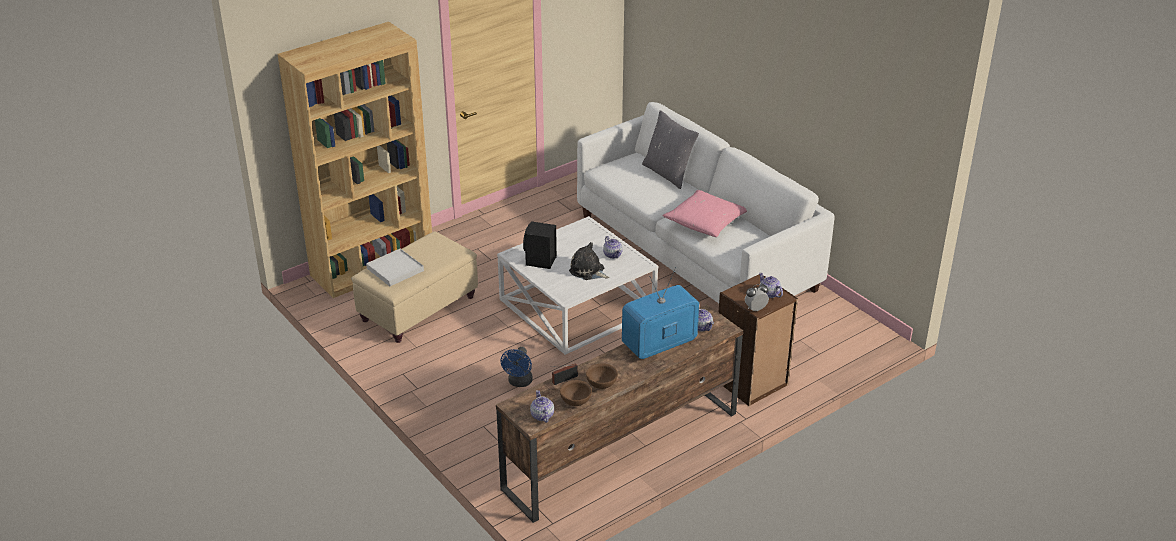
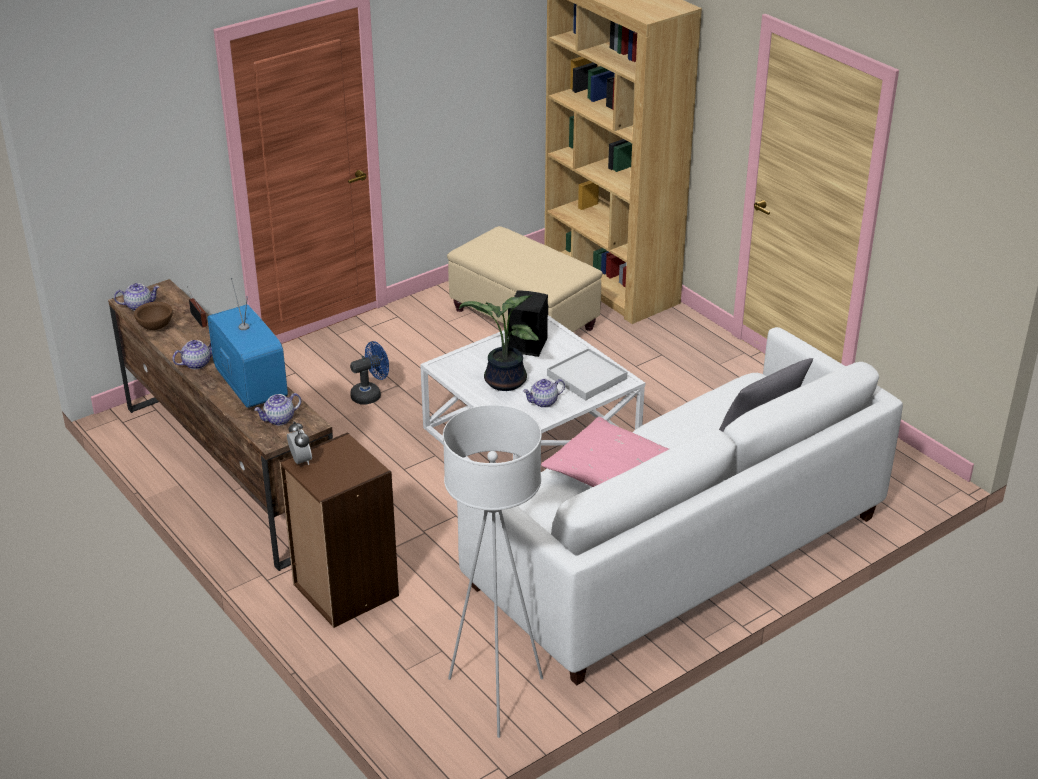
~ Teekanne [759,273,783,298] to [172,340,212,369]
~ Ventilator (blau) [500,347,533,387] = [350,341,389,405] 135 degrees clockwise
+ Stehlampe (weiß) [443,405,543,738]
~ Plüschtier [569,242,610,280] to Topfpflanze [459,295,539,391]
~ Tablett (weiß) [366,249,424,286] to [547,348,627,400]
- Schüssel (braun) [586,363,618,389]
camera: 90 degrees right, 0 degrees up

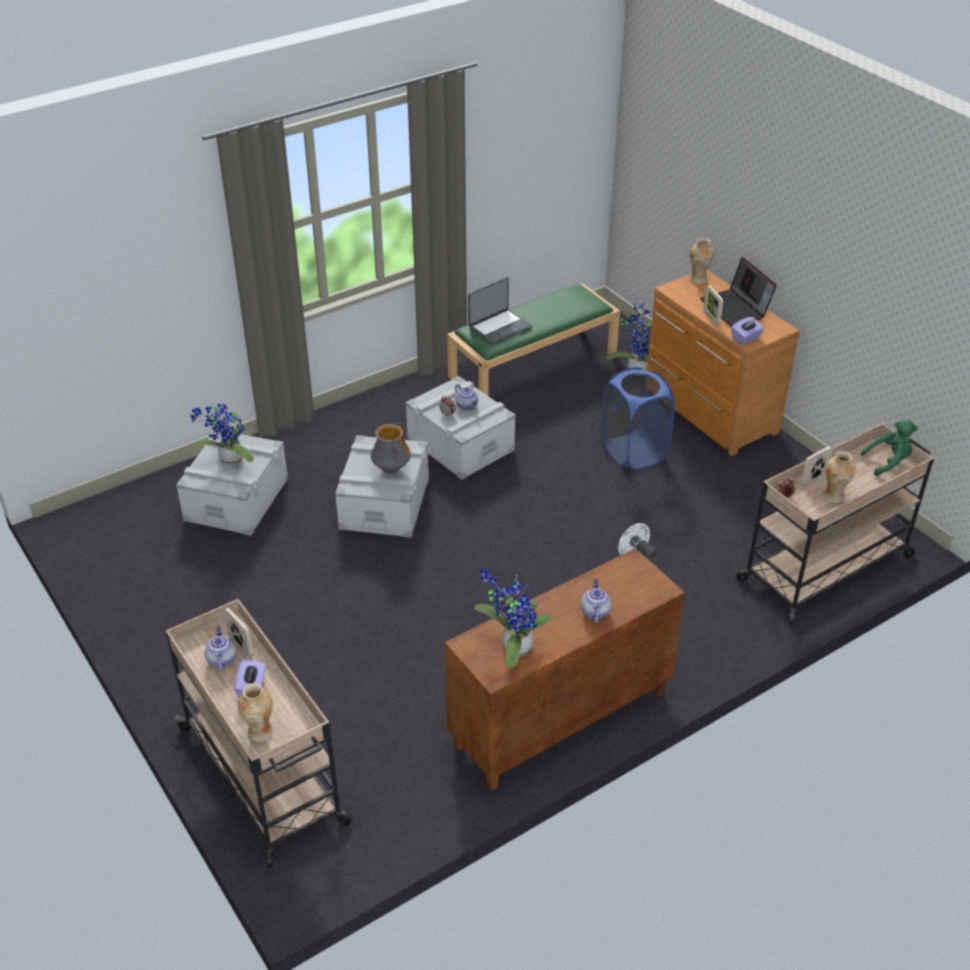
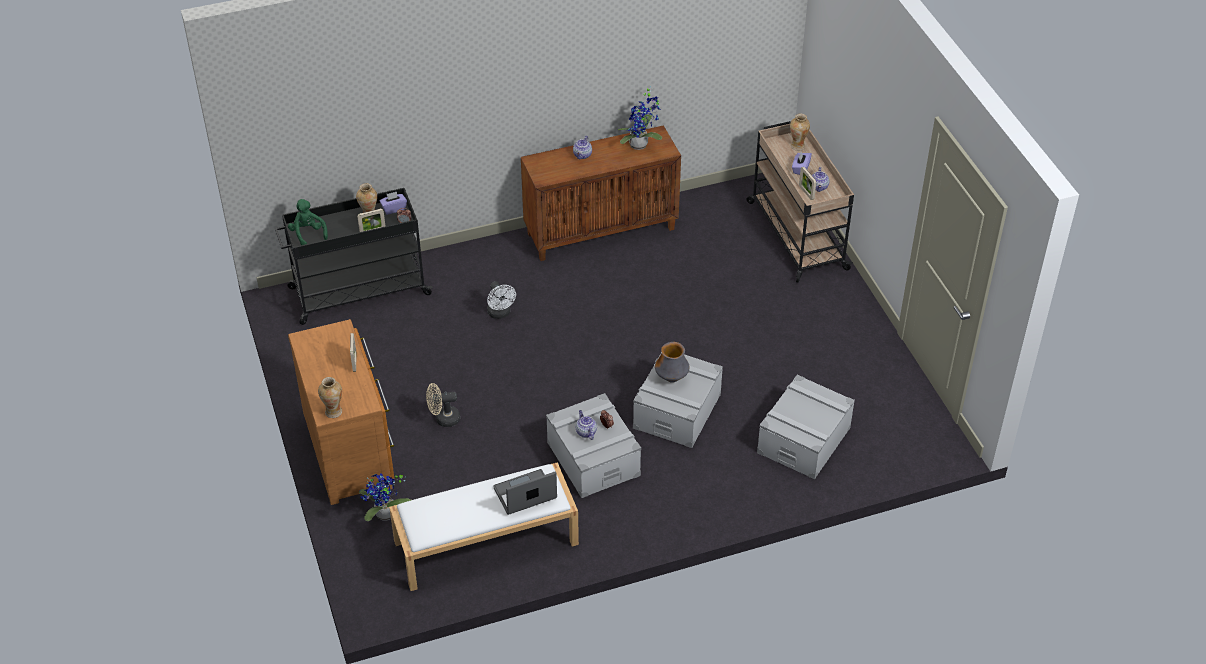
~ Rollwagen (beige) [735,423,934,625] to Rollwagen (schwarz) [275,188,433,325]
~ Plüschtier (grün) [860,420,918,476] = [288,199,328,245] 60 degrees clockwise
~ Taschentuchbox (lila) [731,317,764,345] to [379,192,407,215]
~ Bank (grün) [447,283,620,396] to Bank (weiß) [389,462,579,591]
~ Wäschekorb (blau) [601,367,675,470] to Ventilator (beige) [426,383,460,427]
- Topfpflanze [190,402,254,465]
- Laptop [700,257,777,327]
camera: 165 degrees left, 5 degrees up

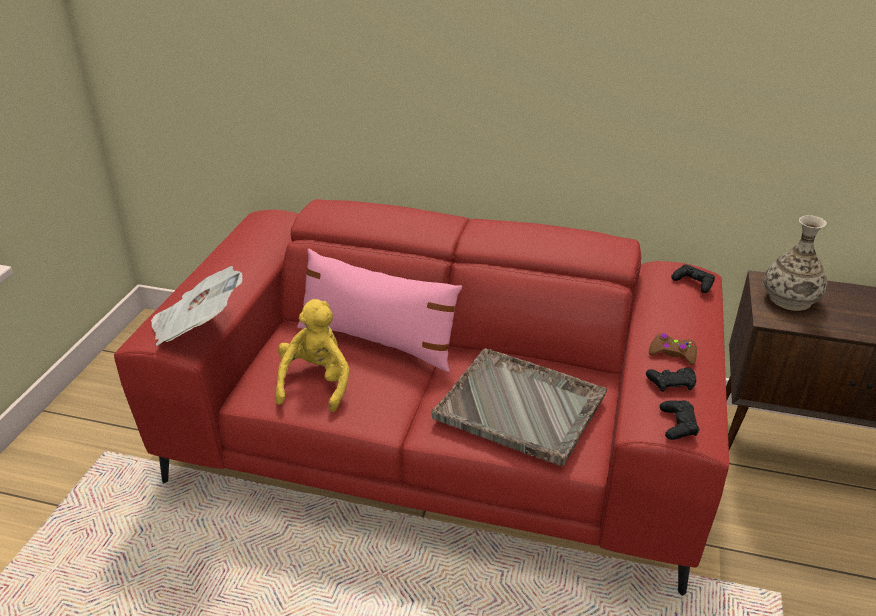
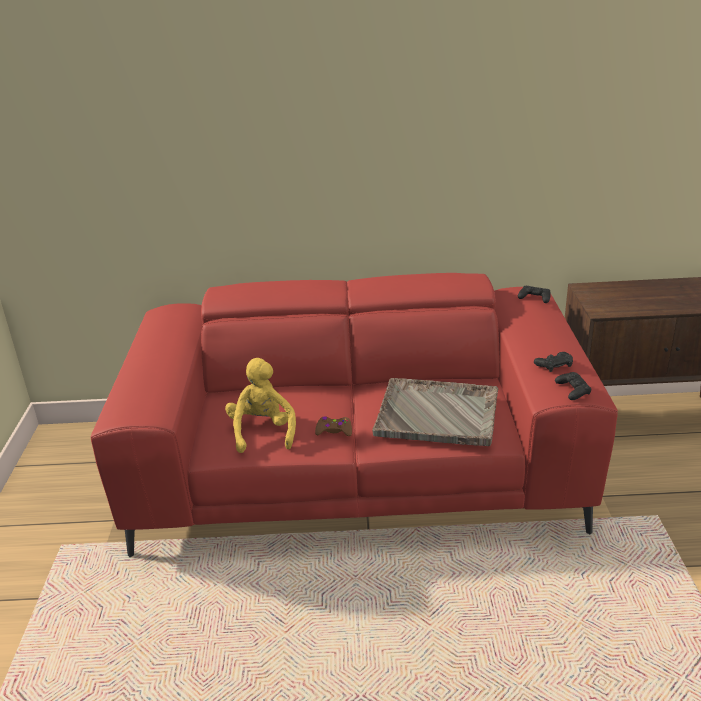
~ Gamepad (braun) [649,333,697,365] to [315,416,352,436]
- Zeitung [151,266,243,346]
- Kissen (rosa) [297,249,462,372]
- Vase [764,215,827,311]
camera: 15 degrees left, 5 degrees down

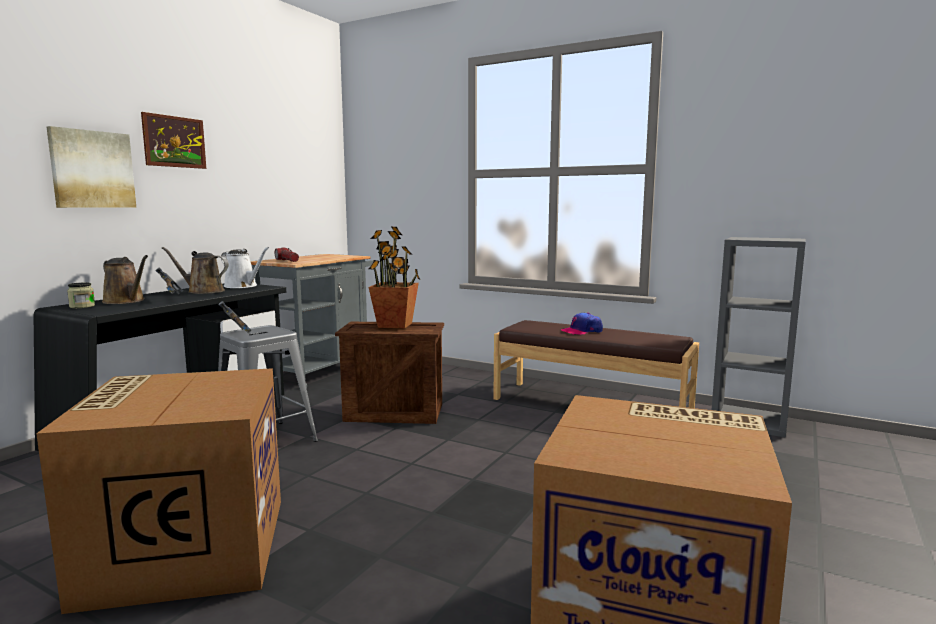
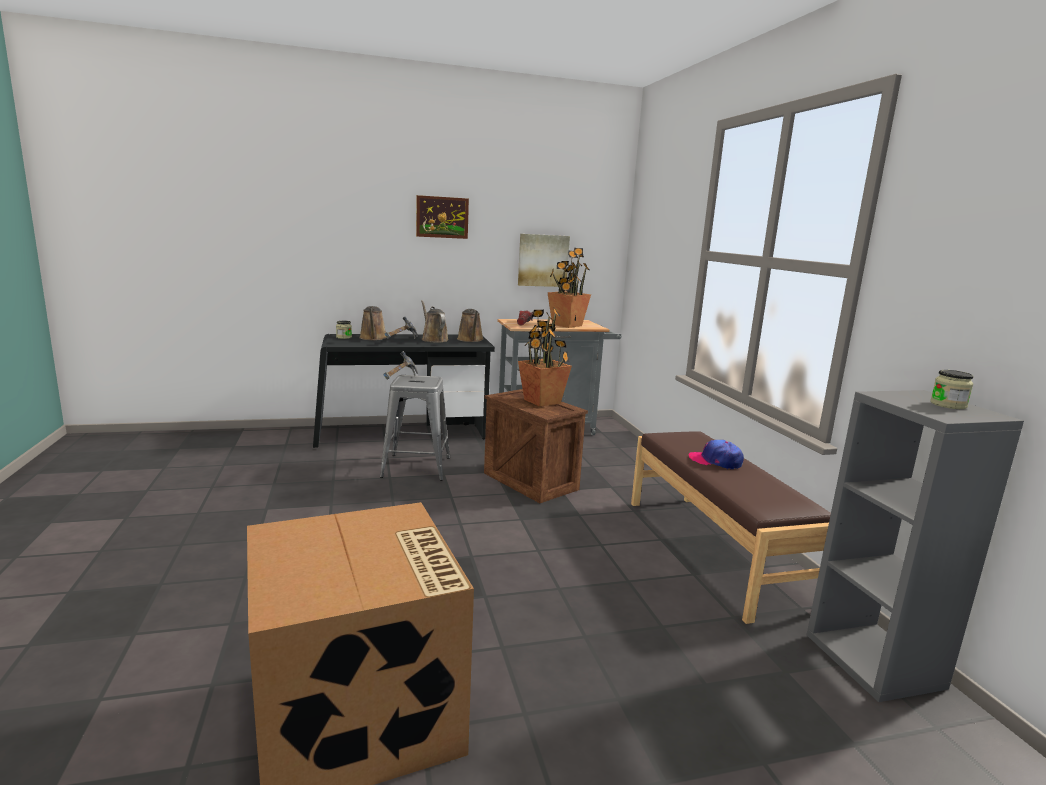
~ Gießkanne (weiß) [221,247,269,288] to Gießkanne (braun) [457,309,484,342]
~ Bild [47,126,136,208] to [518,234,570,287]
+ Topfpflanze [547,248,591,328]
+ Vorratsglas [930,370,974,409]
- Karton [36,368,281,614]
camera: 45 degrees right, 5 degrees up

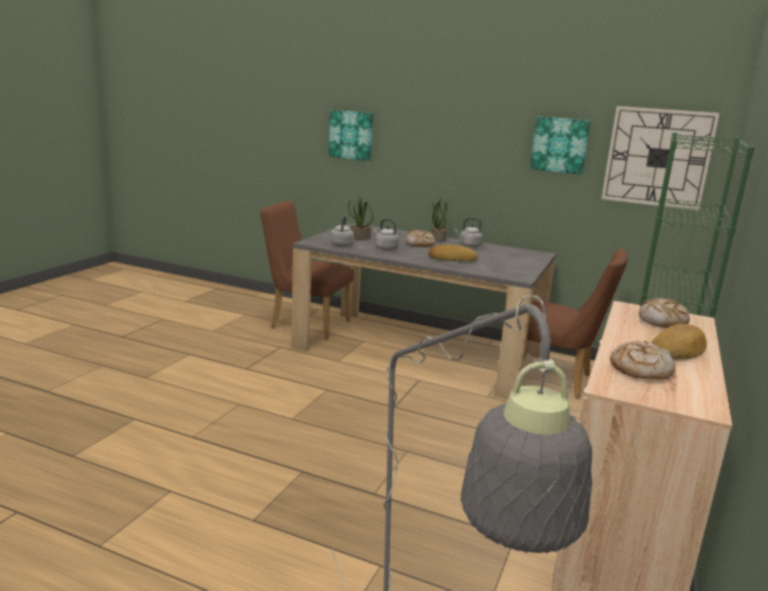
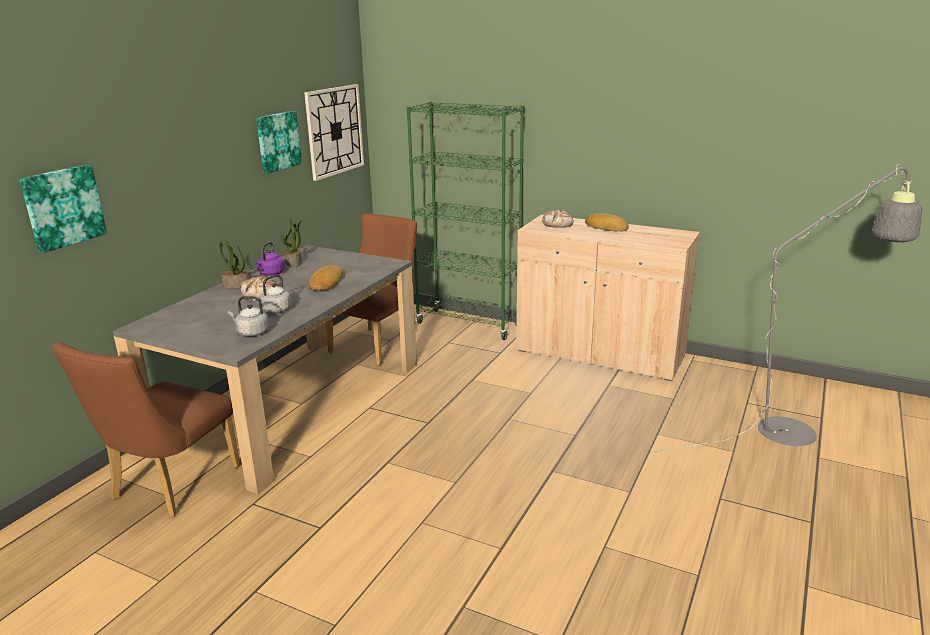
~ Wasserkessel (grau) [454,218,483,247] to Wasserkessel (lila) [256,242,284,276]
~ Topfpflanze [348,196,373,240] to [281,219,302,267]
- Brot [610,341,675,379]
camera: 85 degrees left, 5 degrees up

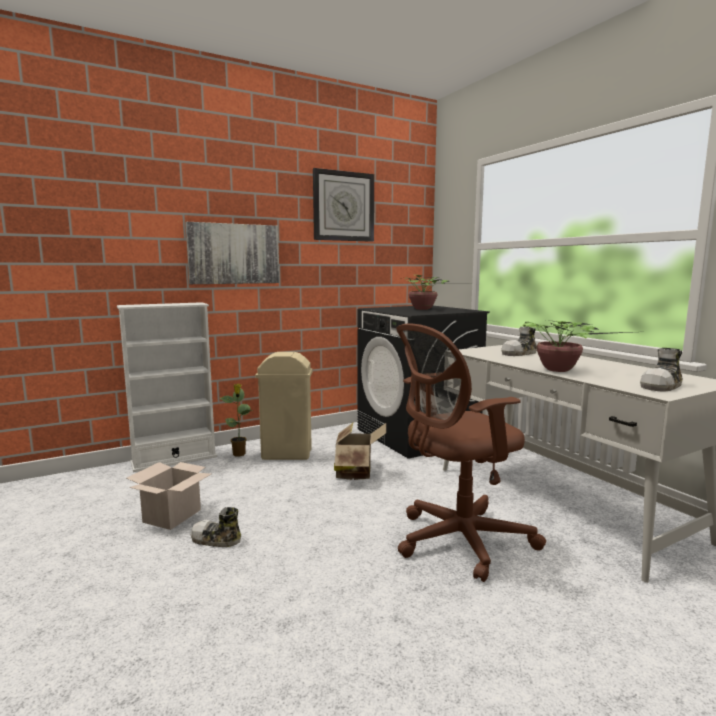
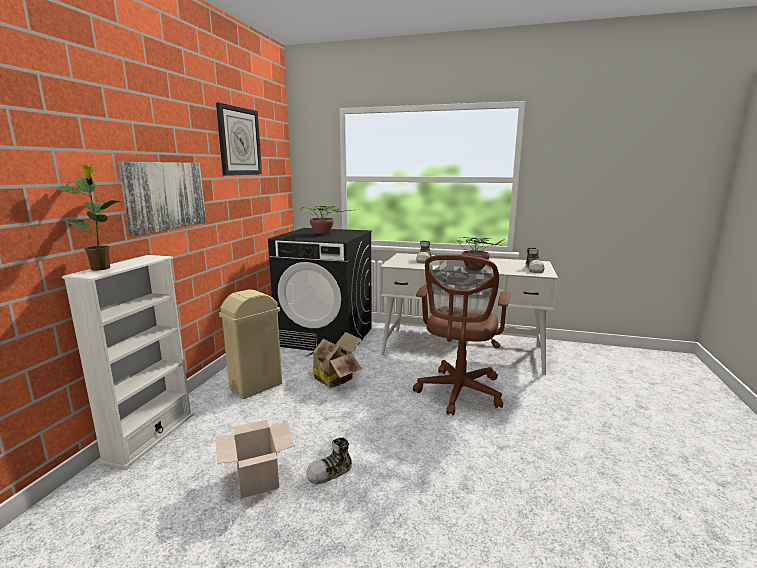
~ Topfpflanze [219,384,253,457] to [54,165,122,271]
camera: 45 degrees left, 5 degrees up

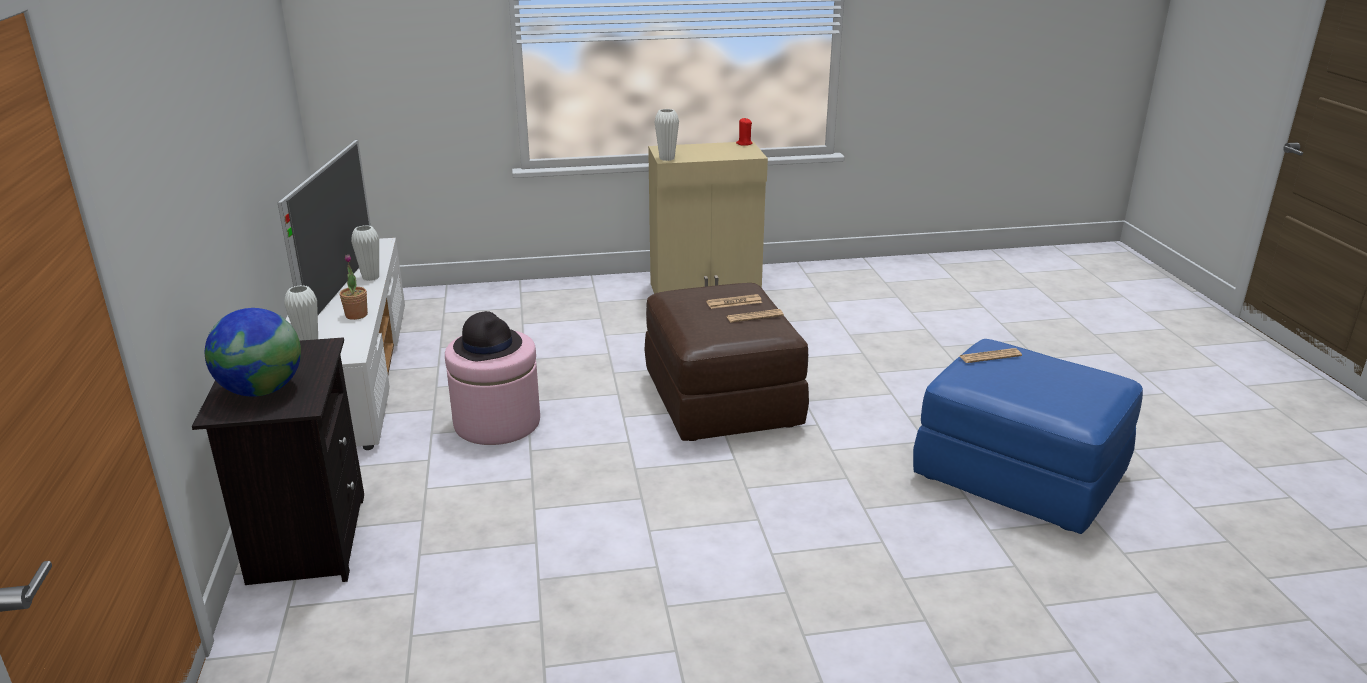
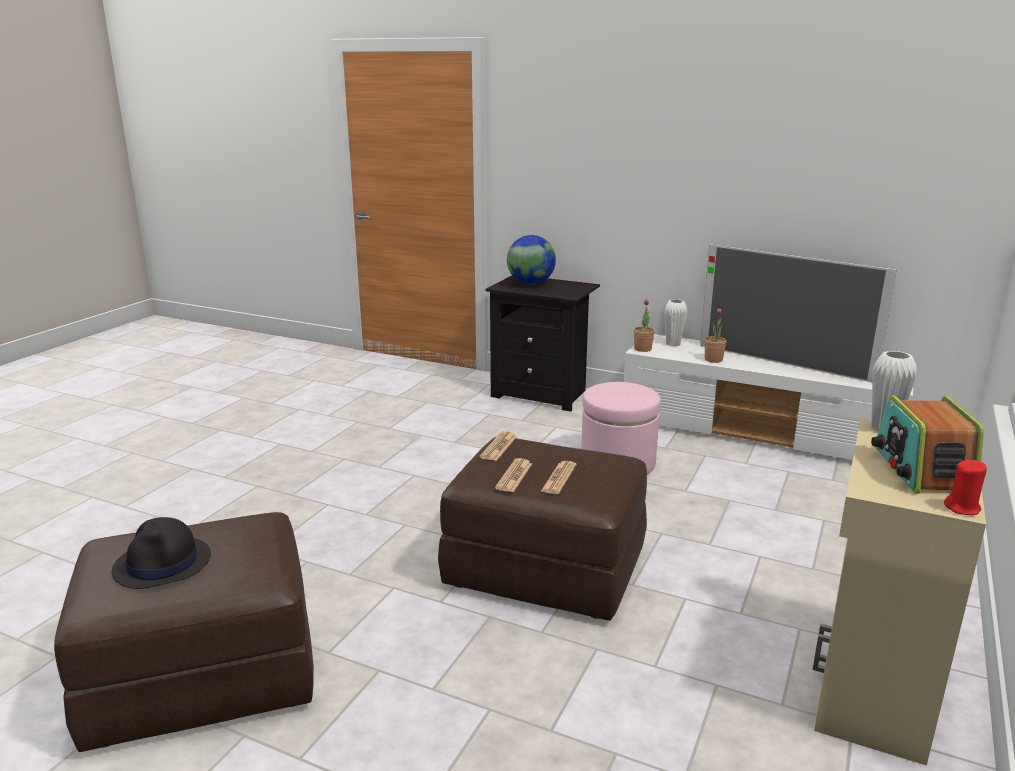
~ Polsterhocker (blau) [913,339,1143,534] to Polsterhocker (braun) [54,512,314,752]
~ Hut (schwarz) [453,311,522,361] to [112,517,211,589]
~ Zeitung [960,348,1022,363] to [480,431,517,461]
+ Topfpflanze [634,299,655,352]
+ Radio [871,395,984,494]
- Vase (weiß) [351,225,379,281]
camera: 125 degrees right, 5 degrees down

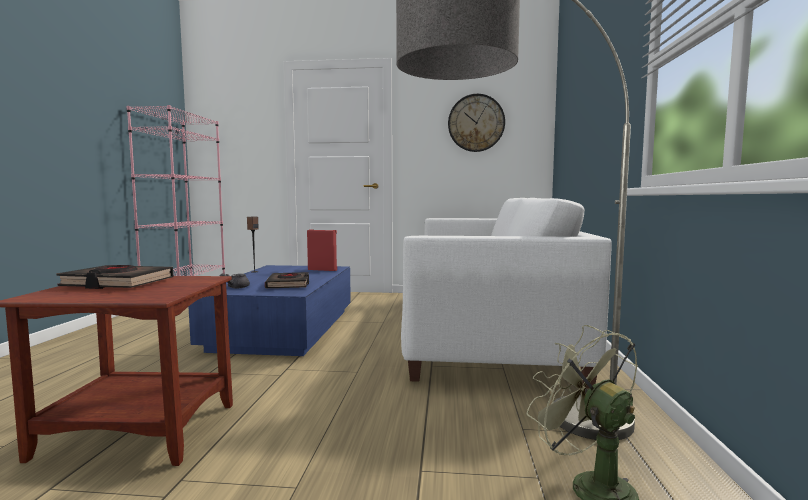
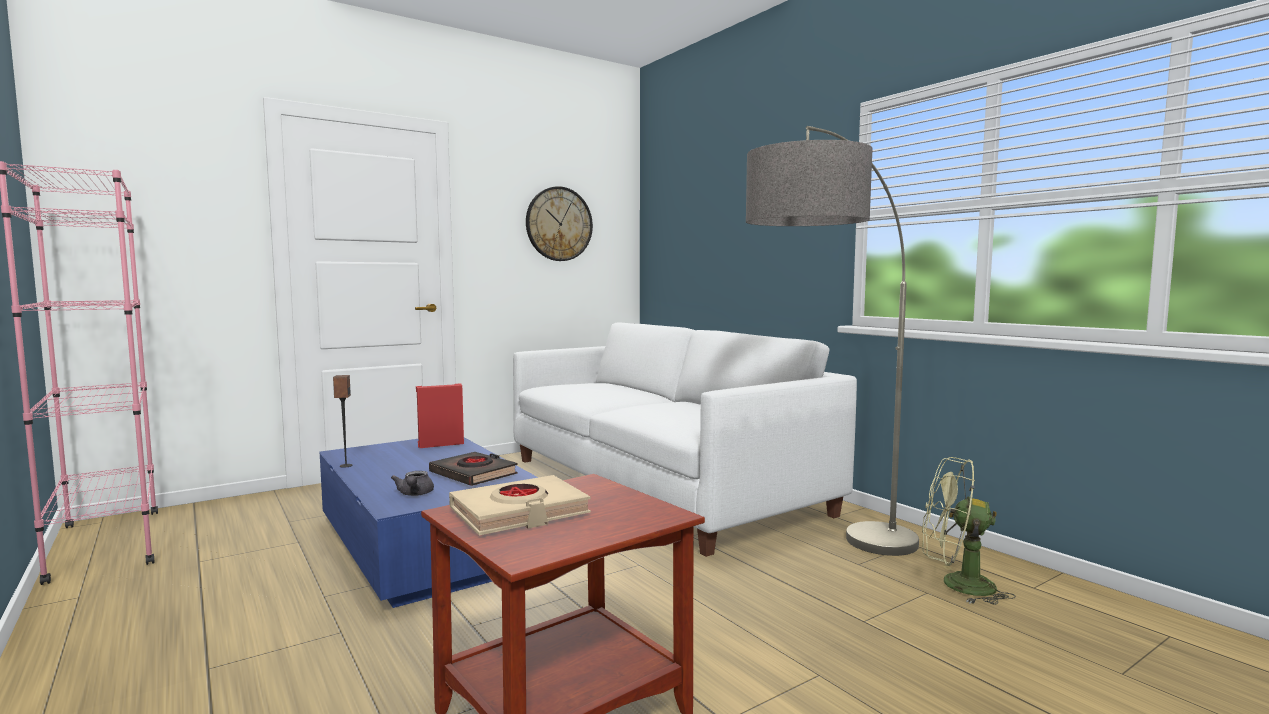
~ Buch (schwarz) [56,265,173,289] to Buch (beige) [449,475,591,535]
camera: 40 degrees left, 0 degrees up

